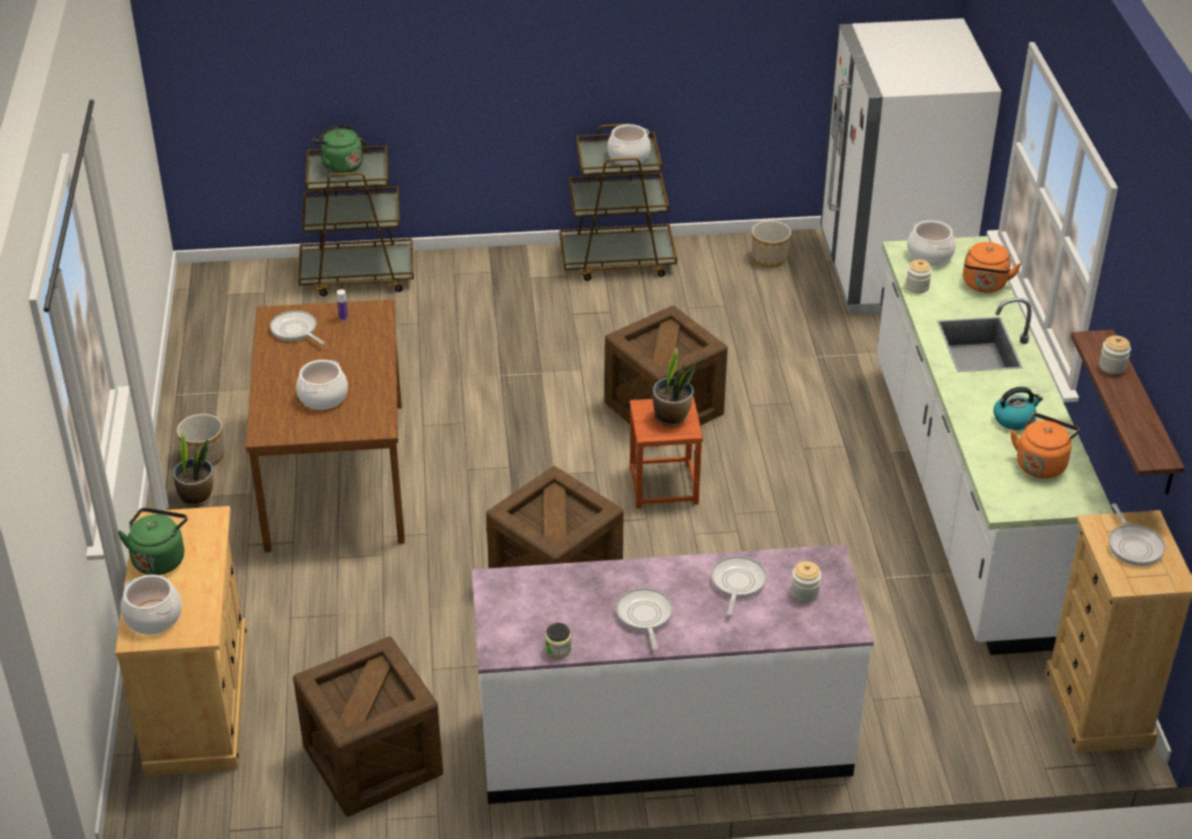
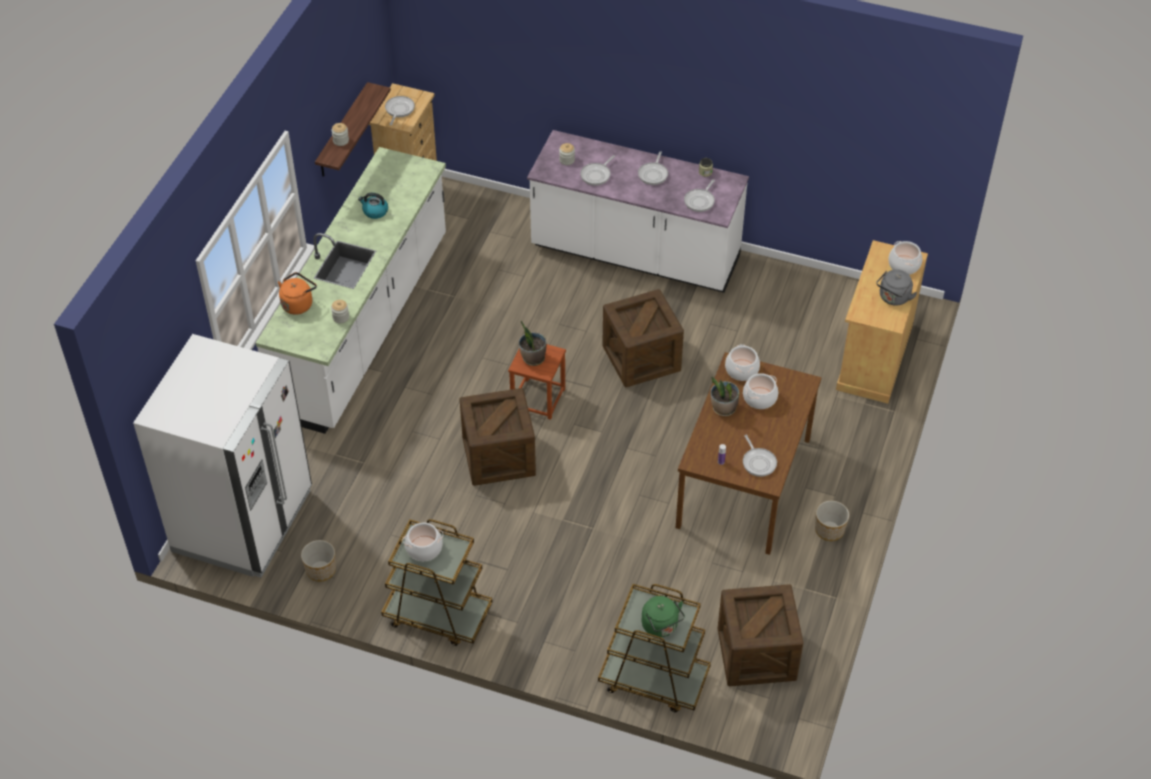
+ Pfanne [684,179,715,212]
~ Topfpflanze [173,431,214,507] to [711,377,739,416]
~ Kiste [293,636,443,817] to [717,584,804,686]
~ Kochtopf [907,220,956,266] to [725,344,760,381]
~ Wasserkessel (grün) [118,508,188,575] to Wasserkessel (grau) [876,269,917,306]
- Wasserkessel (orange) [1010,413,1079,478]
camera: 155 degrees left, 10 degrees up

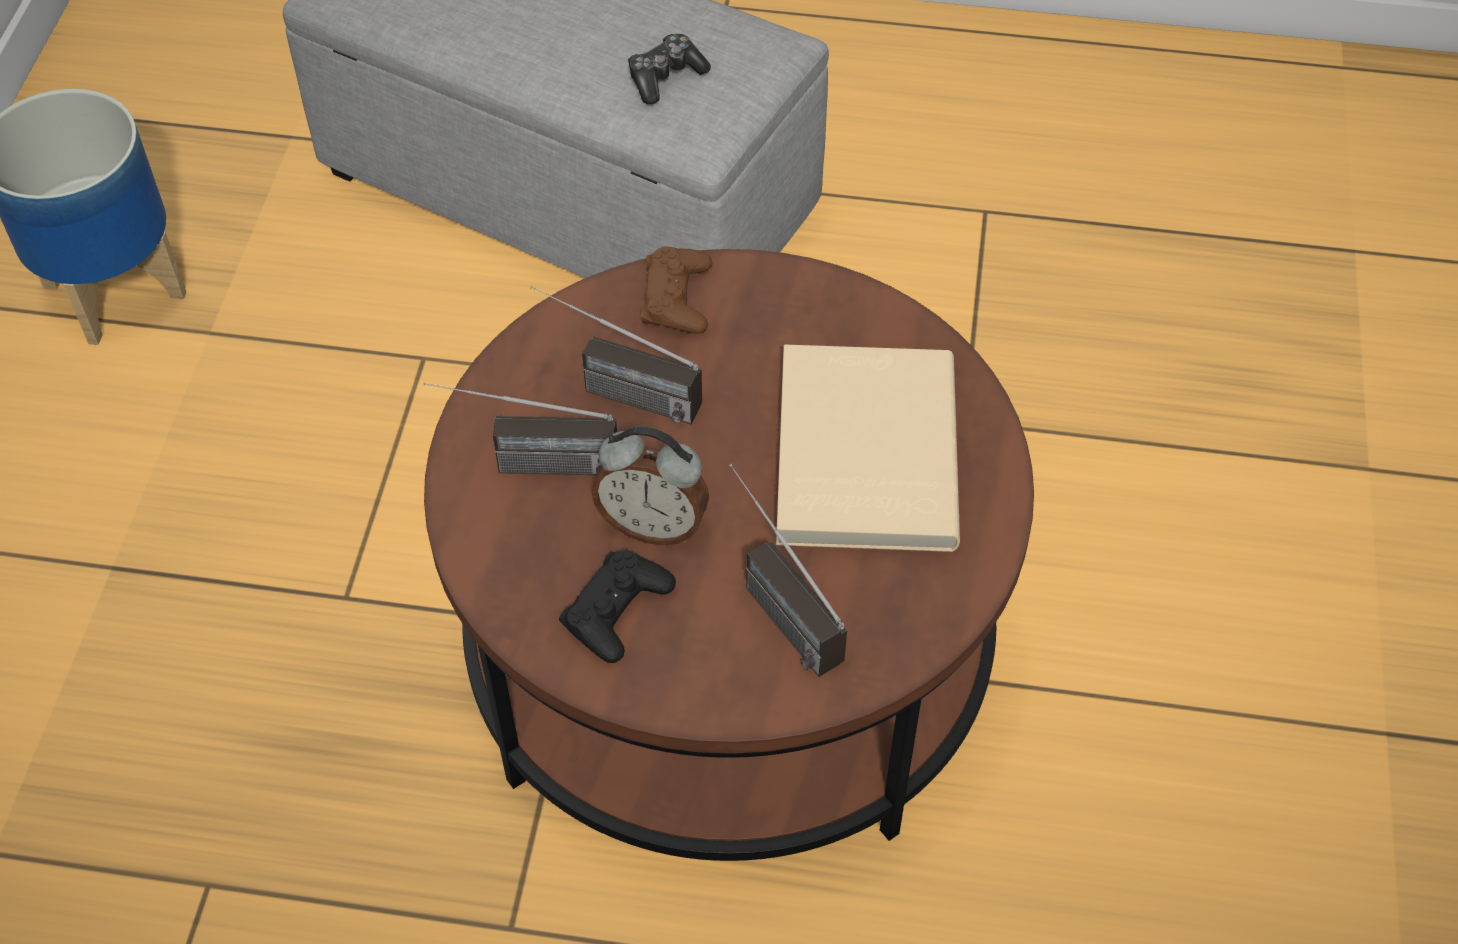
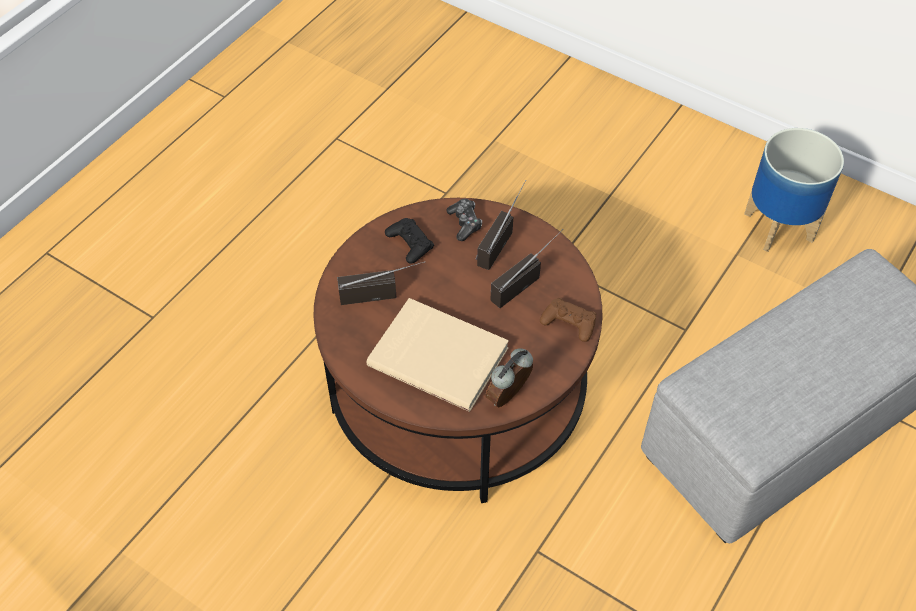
~ Gamepad [628,34,711,104] to [446,199,482,241]
~ Wecker [591,426,709,545] to [485,348,533,407]
camera: 115 degrees right, 0 degrees up

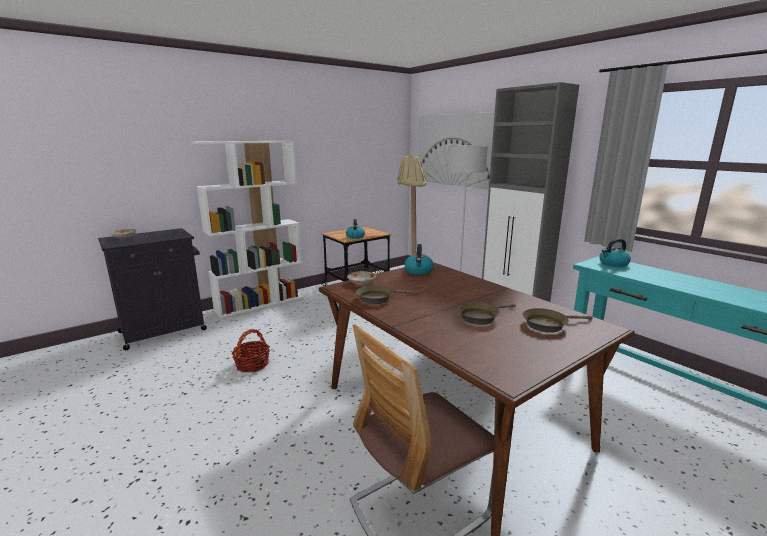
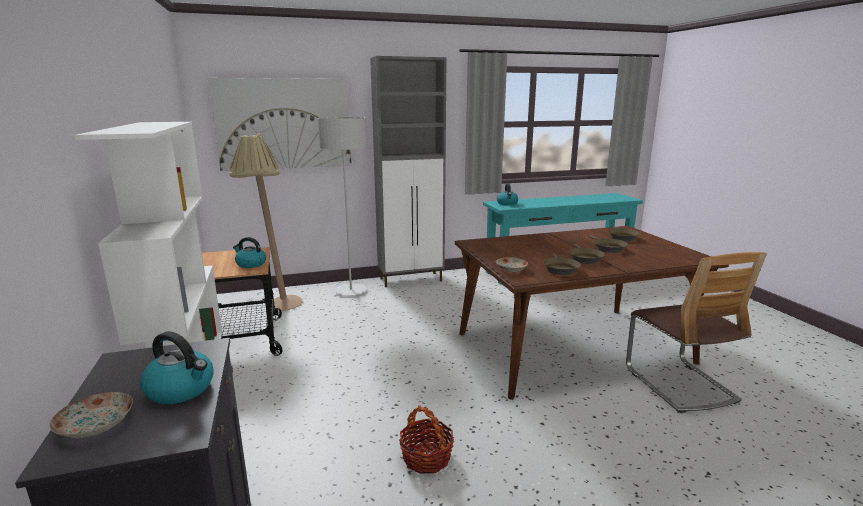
~ Wasserkessel [404,244,434,275] to [140,331,214,404]
+ Pfanne (braun) [569,244,605,264]
camera: 70 degrees left, 0 degrees up

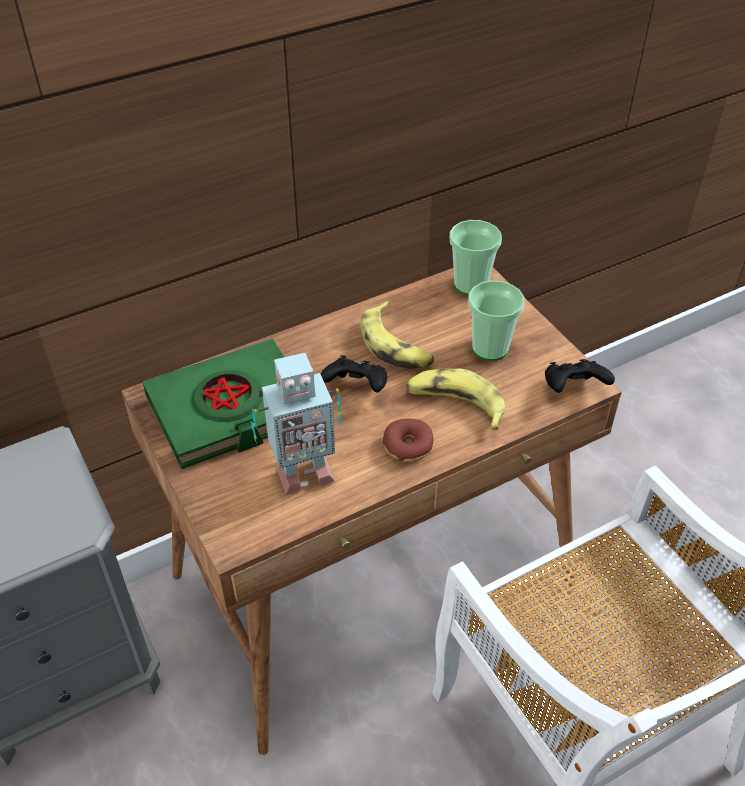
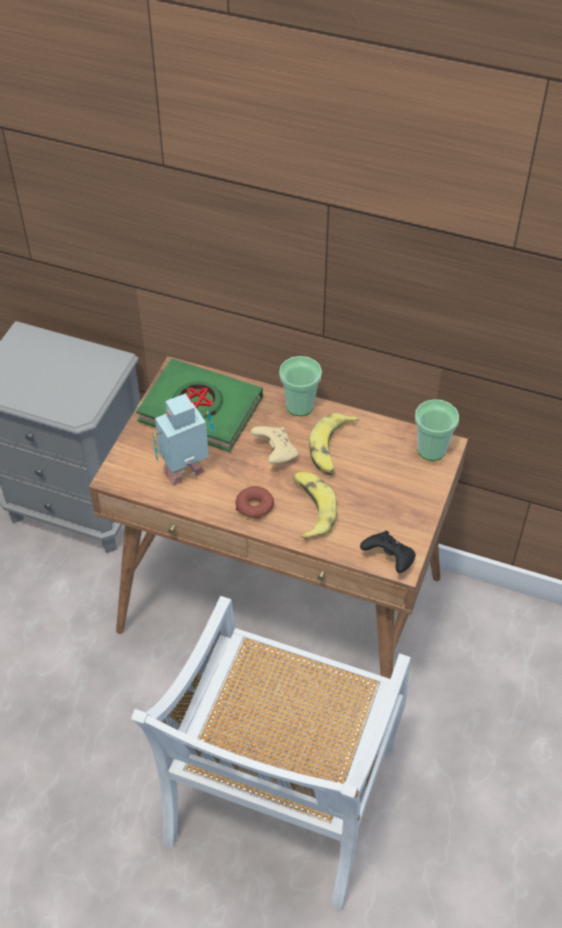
~ Spielzeugroboter [251,353,342,495] = [152,393,214,485] 120 degrees clockwise
~ Gamepad (schwarz) [321,355,387,392] to Gamepad (beige) [251,426,298,464]
~ Tasse [468,281,524,361] to [279,356,322,416]
camera: 50 degrees right, 5 degrees up

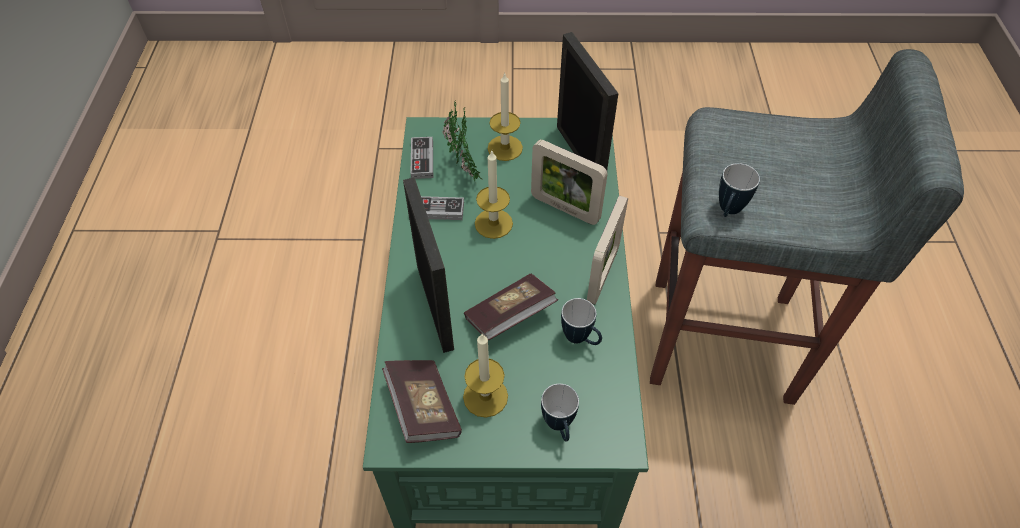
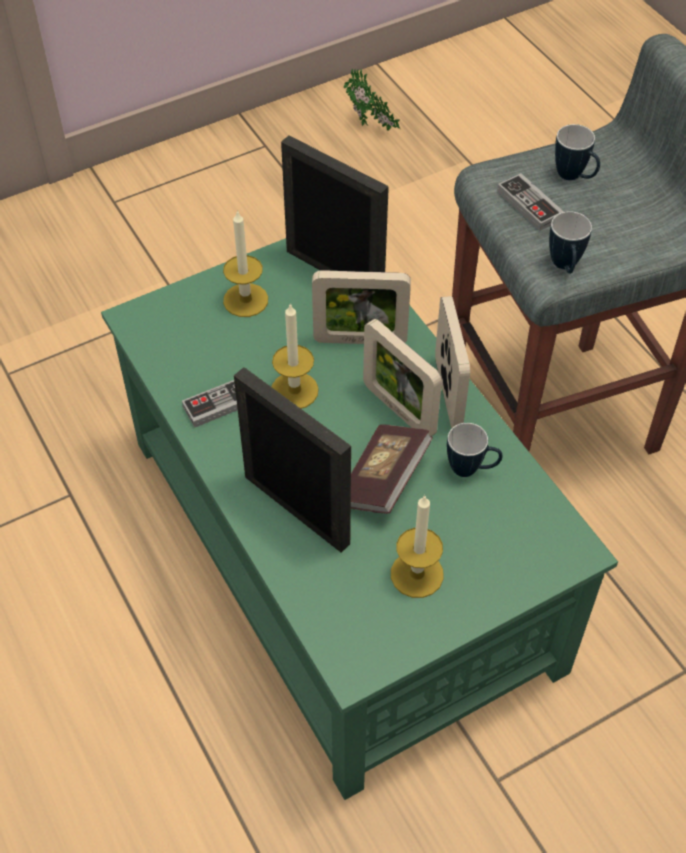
~ Topfpflanze [442,101,483,184] to [344,69,400,131]
+ Bilderrahmen [363,319,442,437]
~ Gamepad [410,137,433,179] to [497,173,564,231]
~ Henkelbecher [541,384,579,442] to [555,124,600,180]
- Buch [382,360,462,443]
camera: 30 degrees left, 0 degrees up

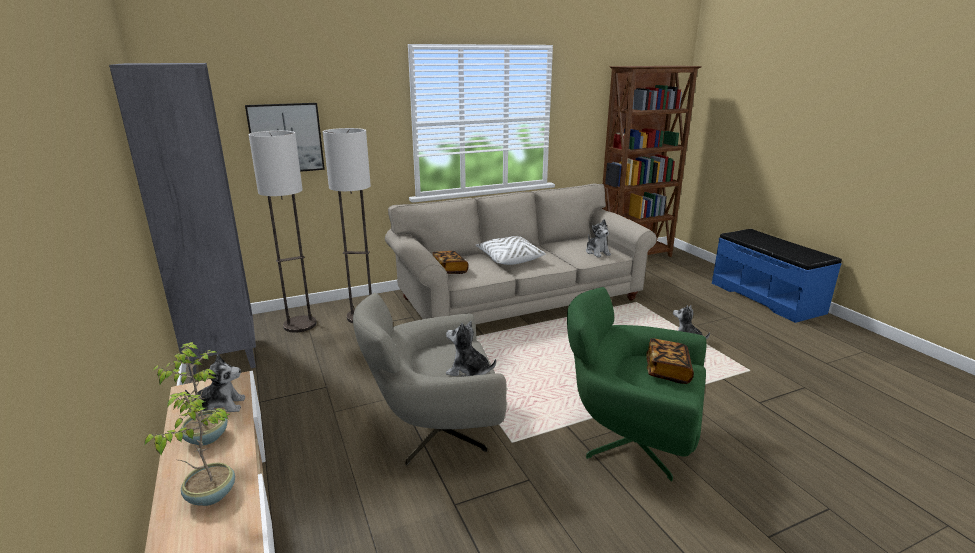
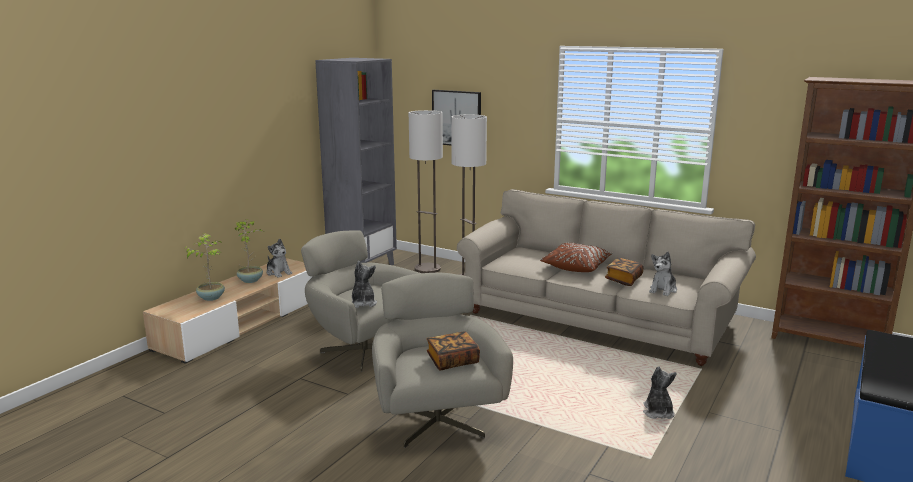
~ Sessel (grün) [567,287,706,482] to Sessel (grau) [372,273,513,448]
~ Kissen (weiß) [476,236,546,265] to Kissen (braun) [540,243,613,272]
~ Buch [433,251,469,274] to [605,258,643,286]
camera: 55 degrees right, 5 degrees down

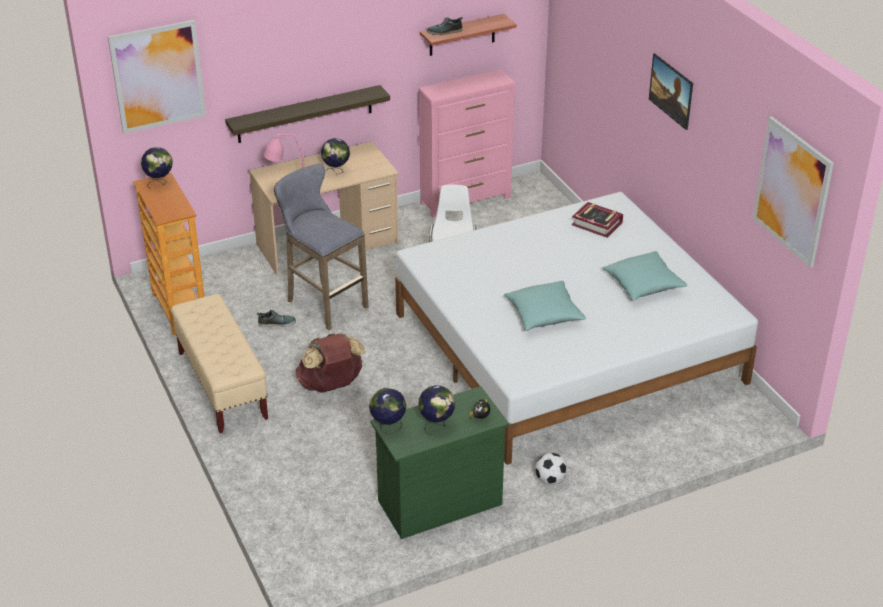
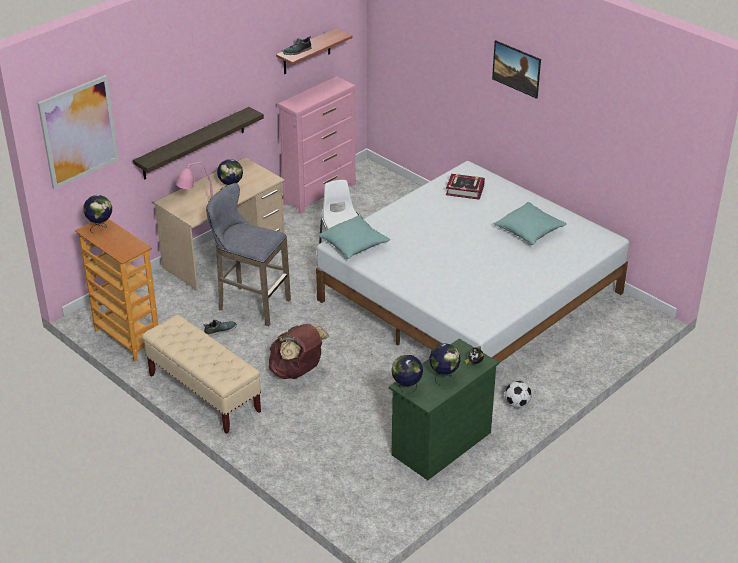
~ Kissen (türkis) [504,281,586,331] to [317,215,390,259]
- Bild [753,116,834,268]
camera: 20 degrees left, 0 degrees up

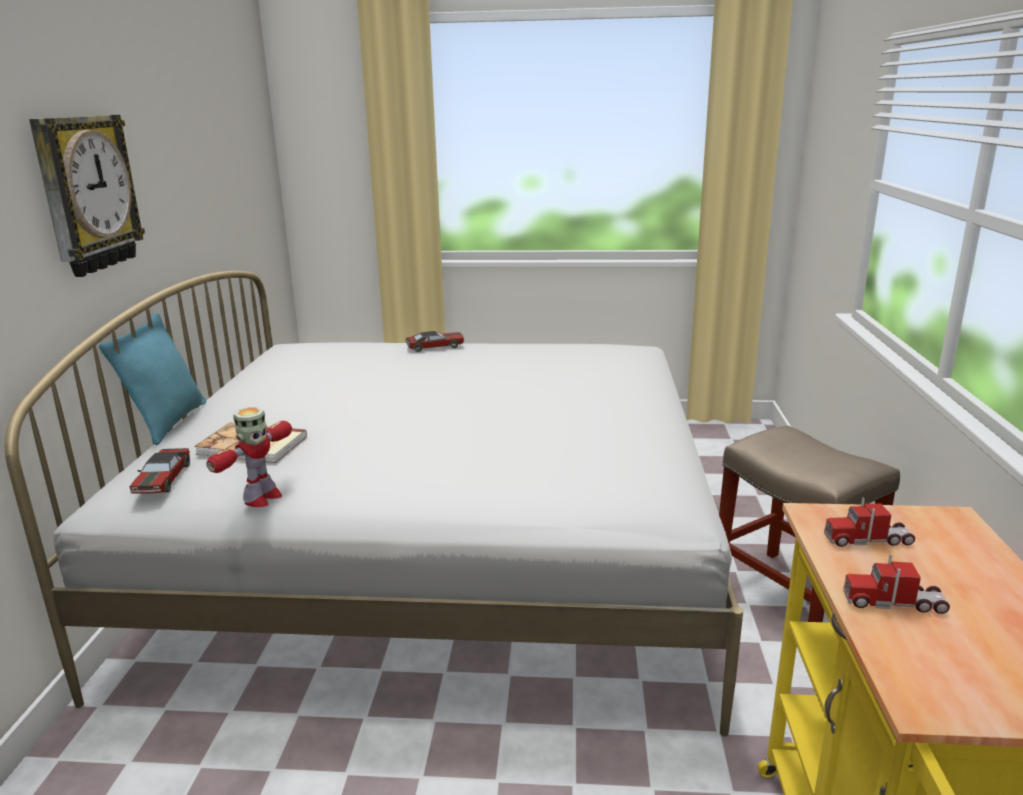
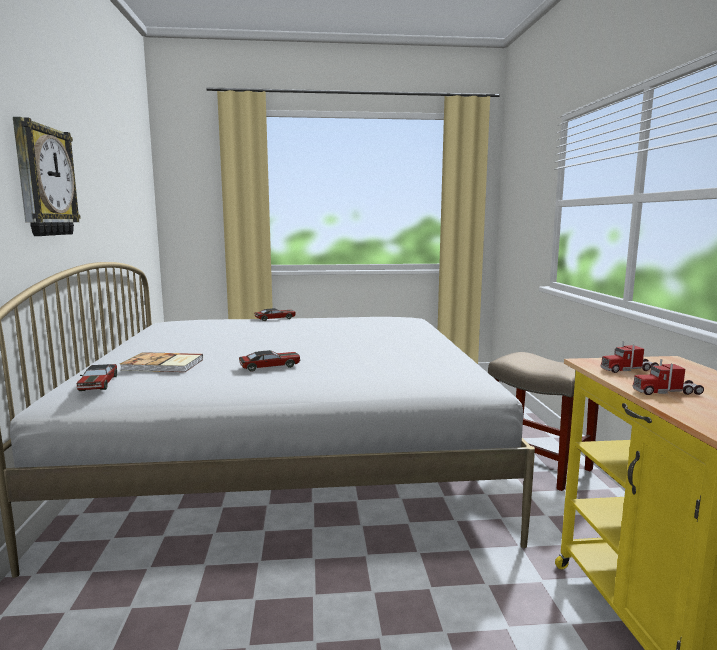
+ Spielzeugauto [239,350,300,372]
- Kissen (türkis) [99,313,206,445]
- Spielzeugroboter [207,408,292,507]
camera: 10 degrees left, 10 degrees down

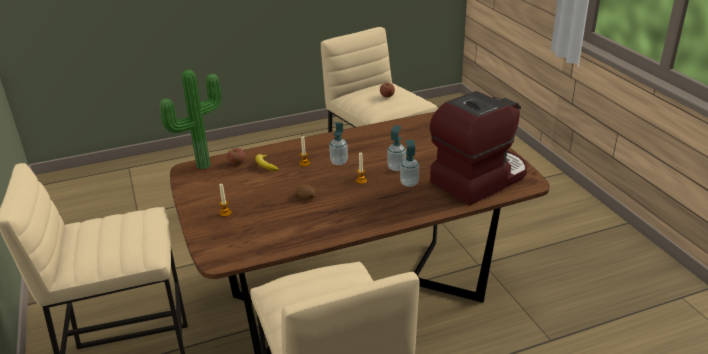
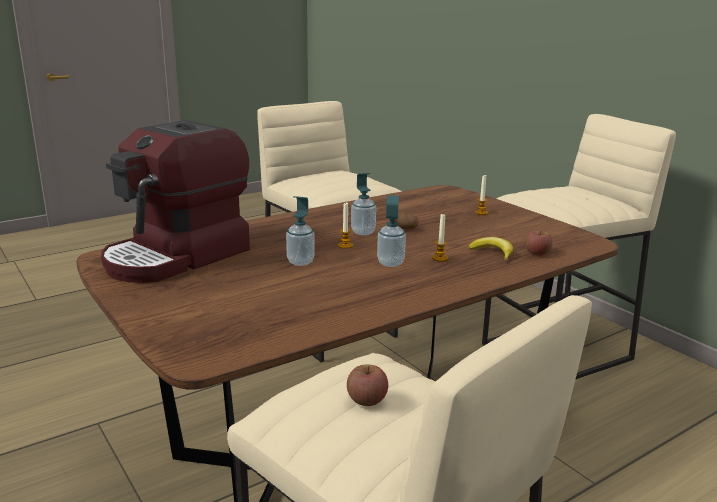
~ Seifenspender [400,140,419,187] to [351,173,376,235]
- Topfpflanze [159,70,222,169]
camera: 165 degrees right, 10 degrees down

